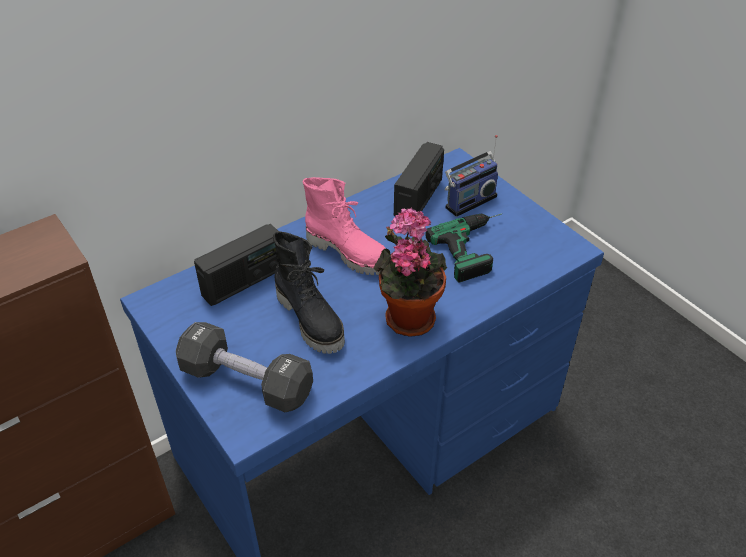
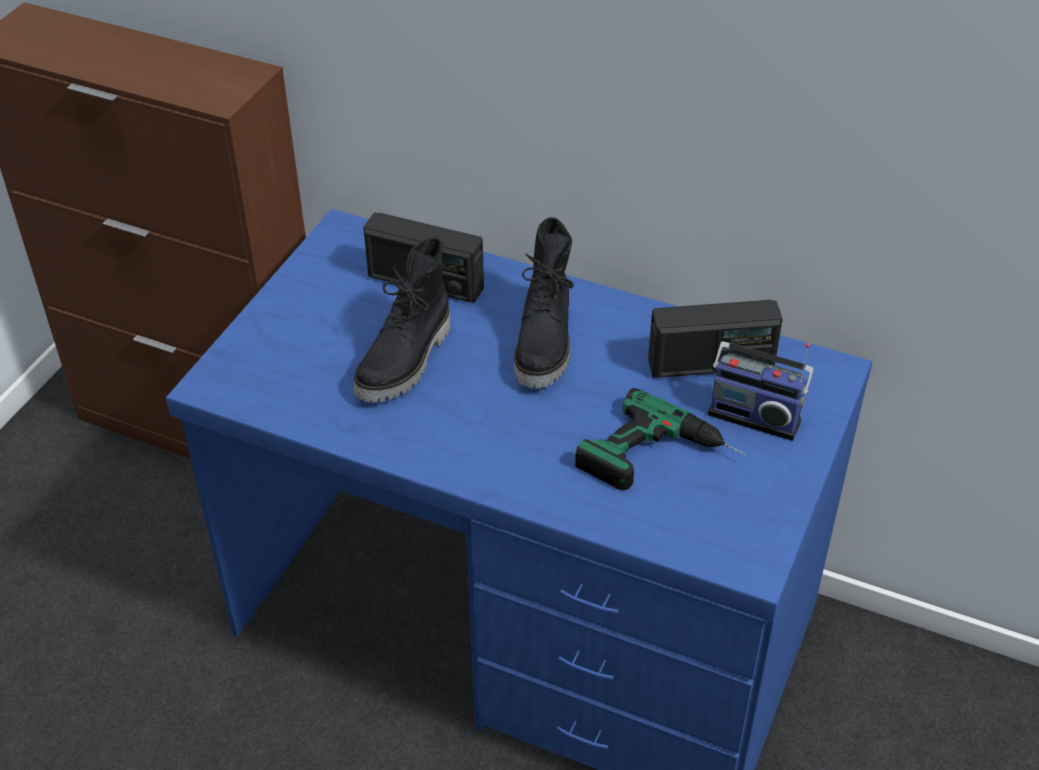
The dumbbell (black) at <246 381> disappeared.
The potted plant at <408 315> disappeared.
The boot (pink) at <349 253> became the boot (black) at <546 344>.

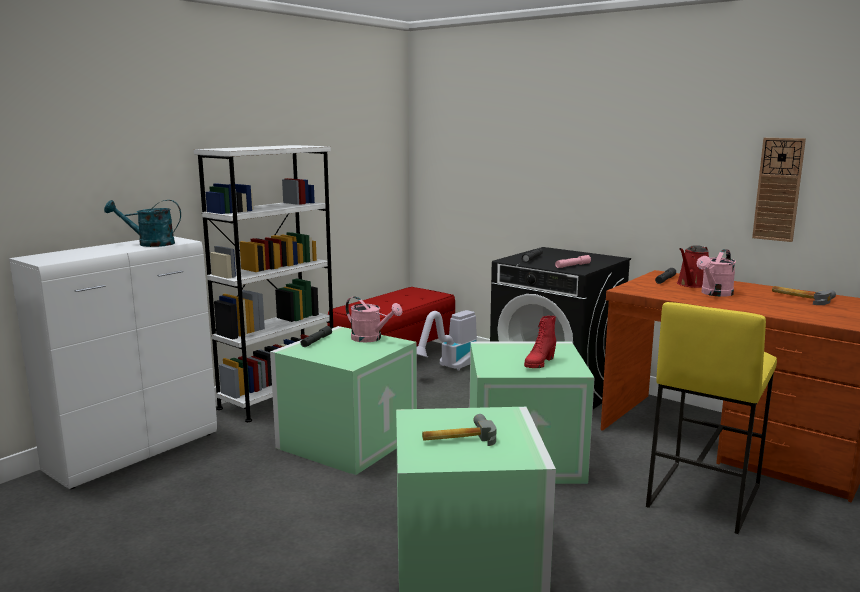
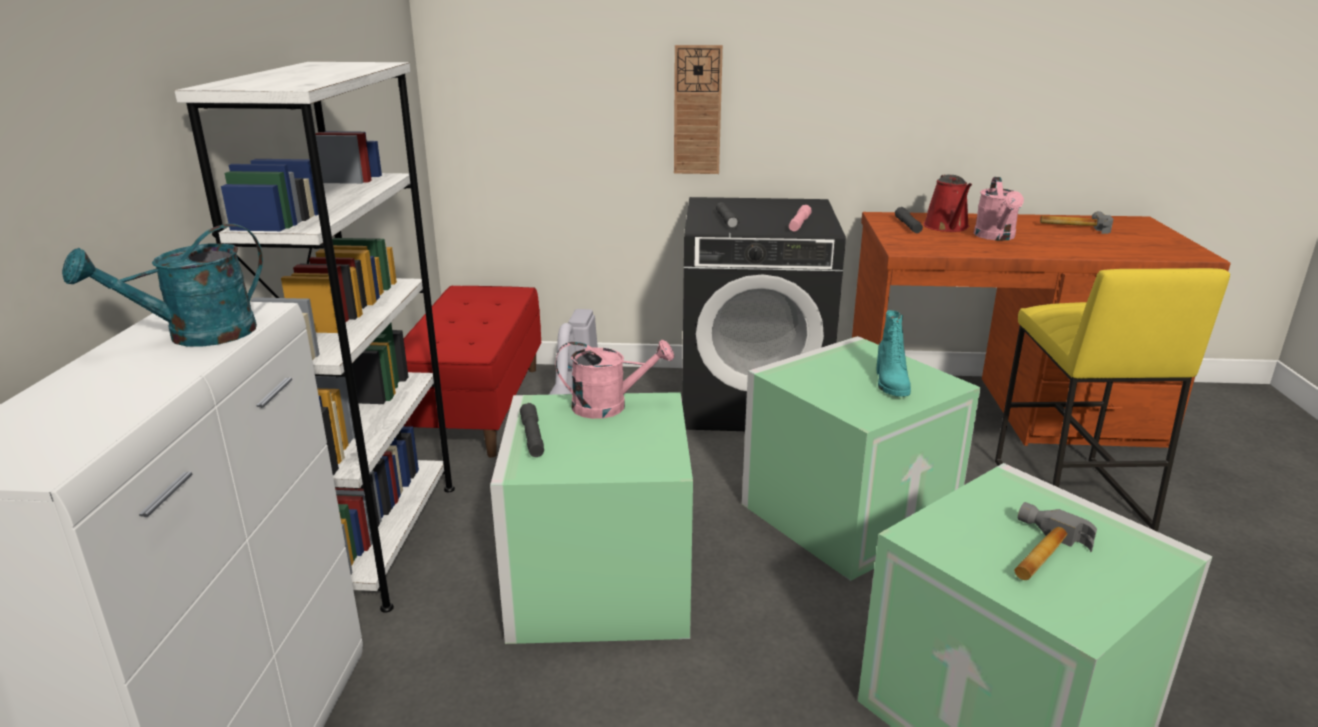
The wall clock moved from <778 189> to <697 110>.
The boot (red) at <539 363> became the boot (turquoise) at <890 384>.

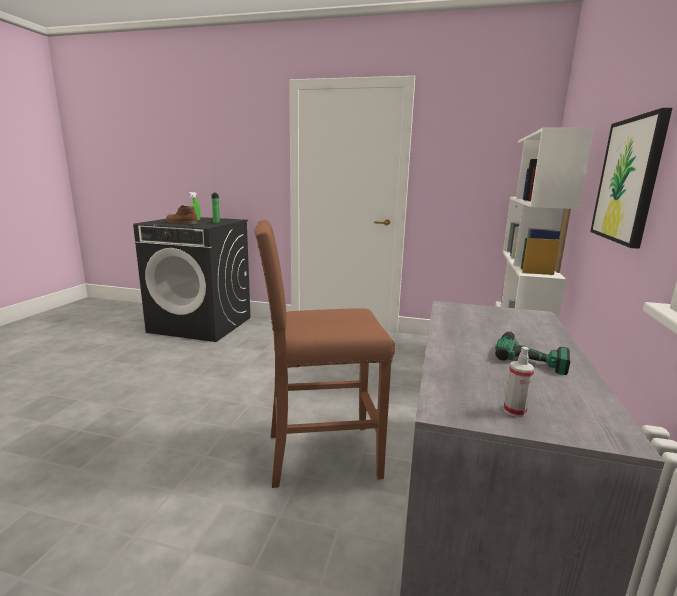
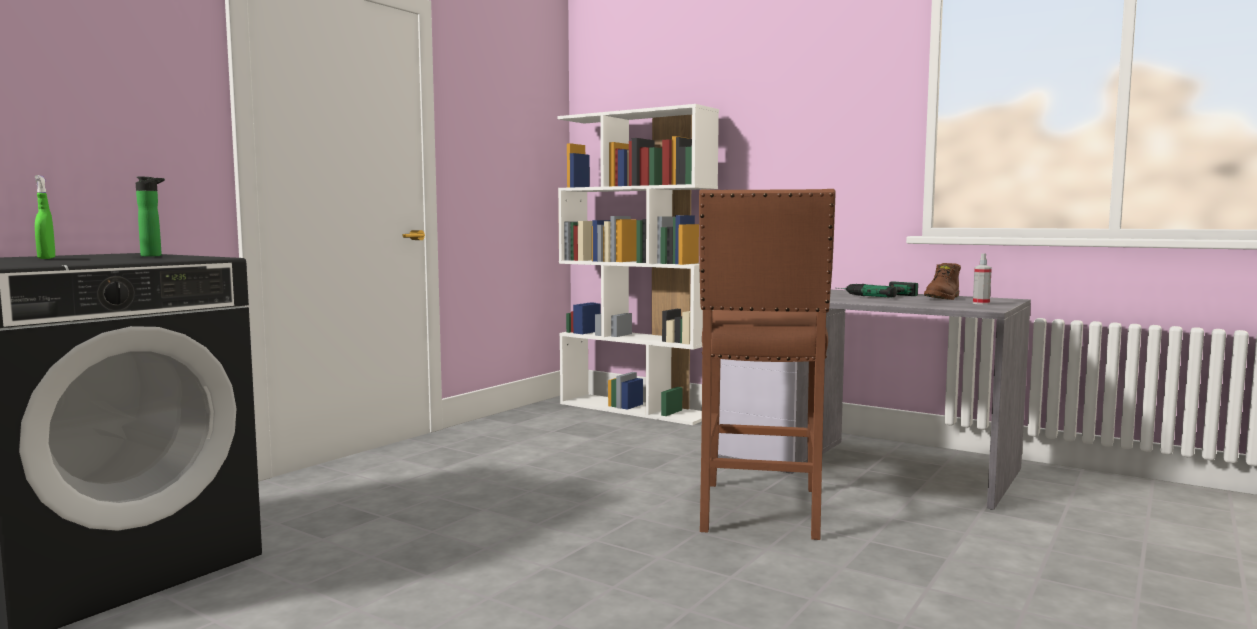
The picture at <628 180> disappeared.
The boot (brown) moved from <181 223> to <943 298>.

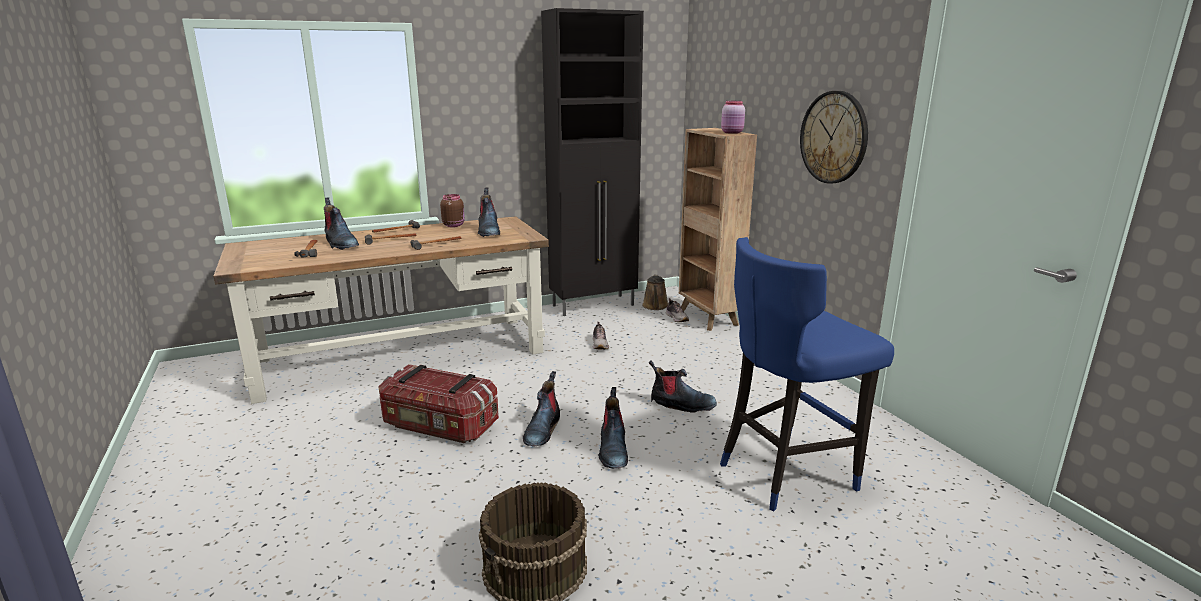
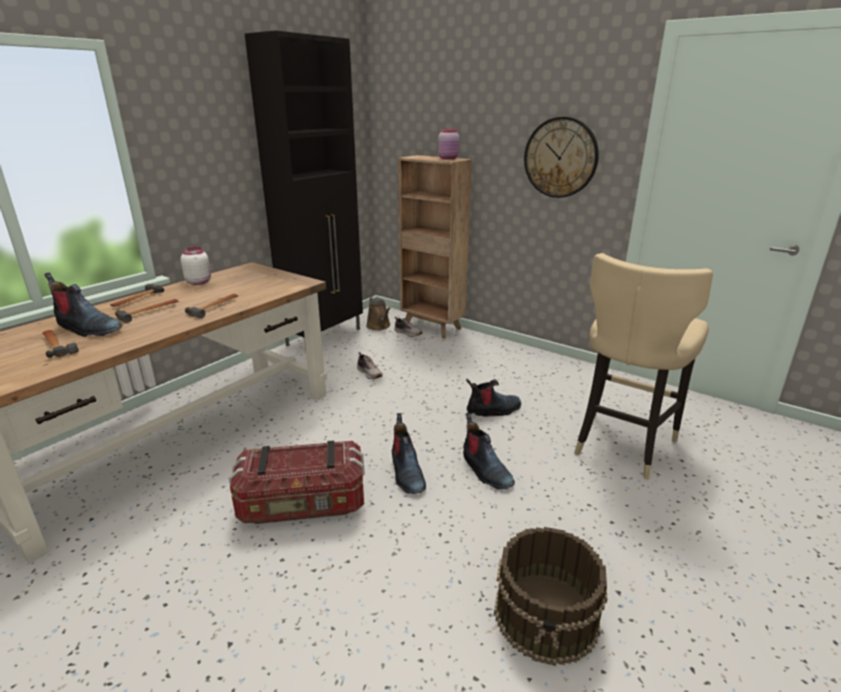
The boot at <488 231> disappeared.
The jar (brown) at <454 225> became the jar (white) at <199 282>.
The stool (blue) at <786 473> became the stool (beige) at <622 444>.

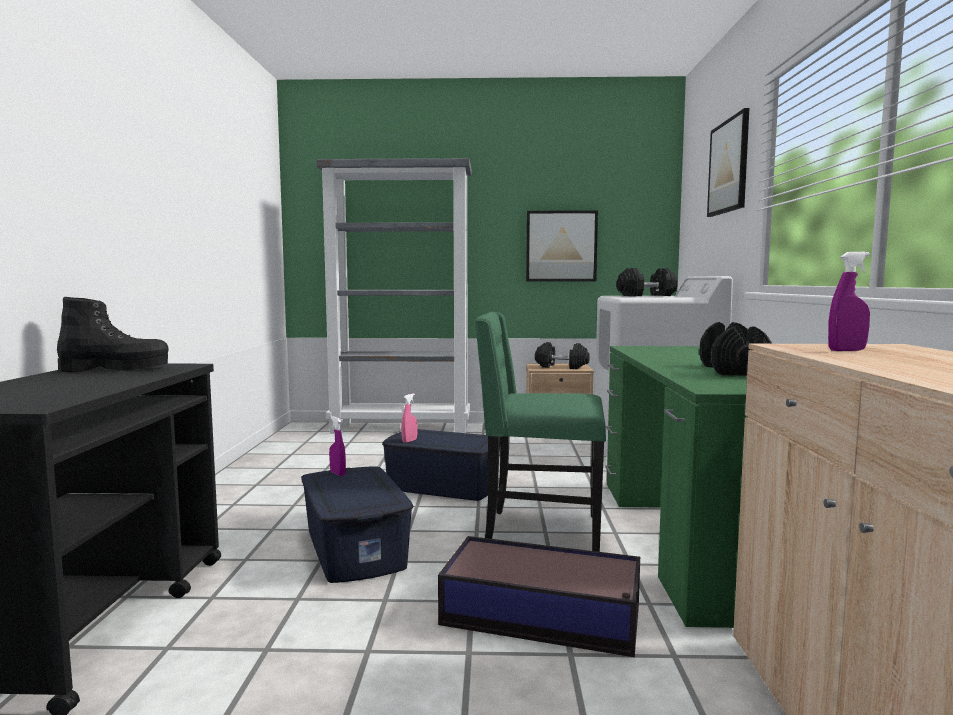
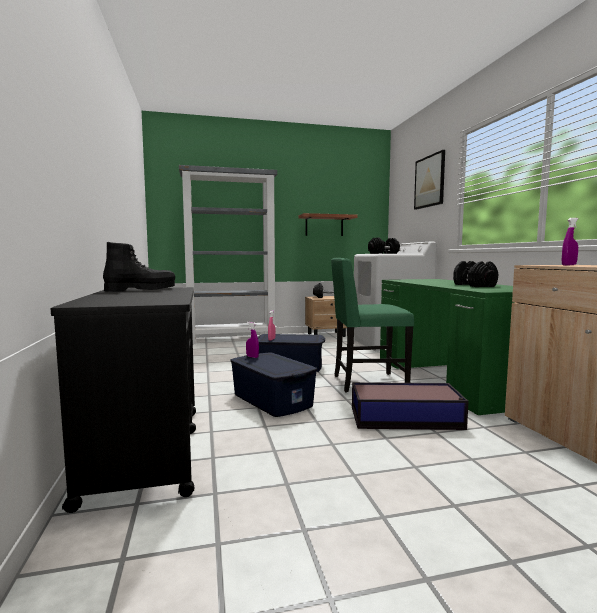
The picture at <561 246> was replaced by the shelf at <324 226>.

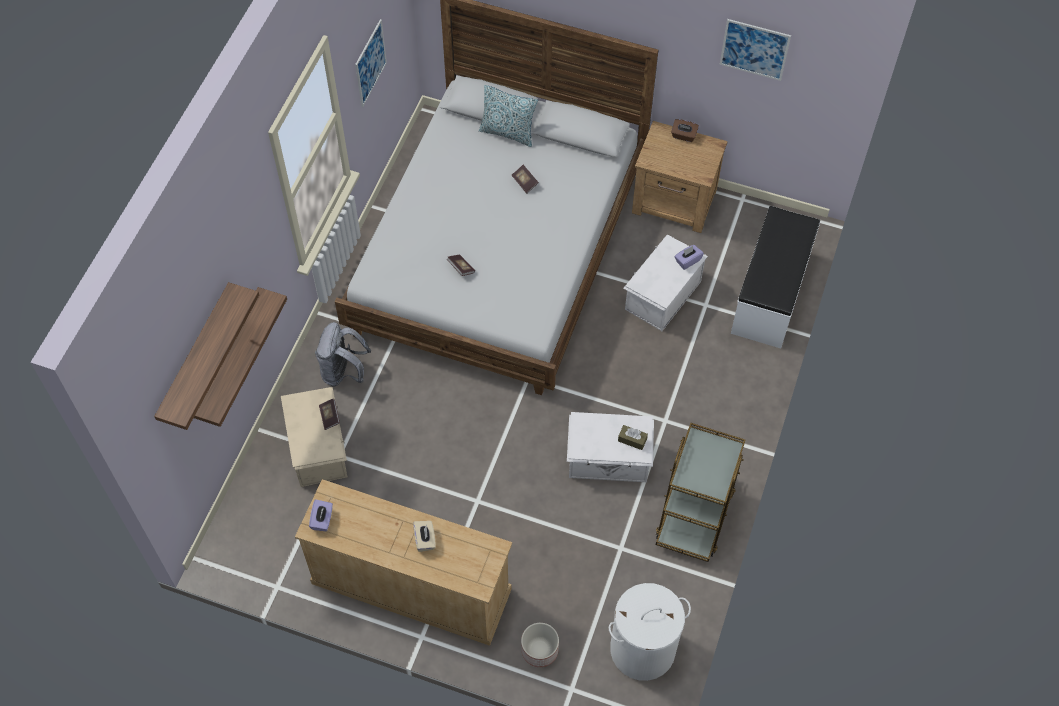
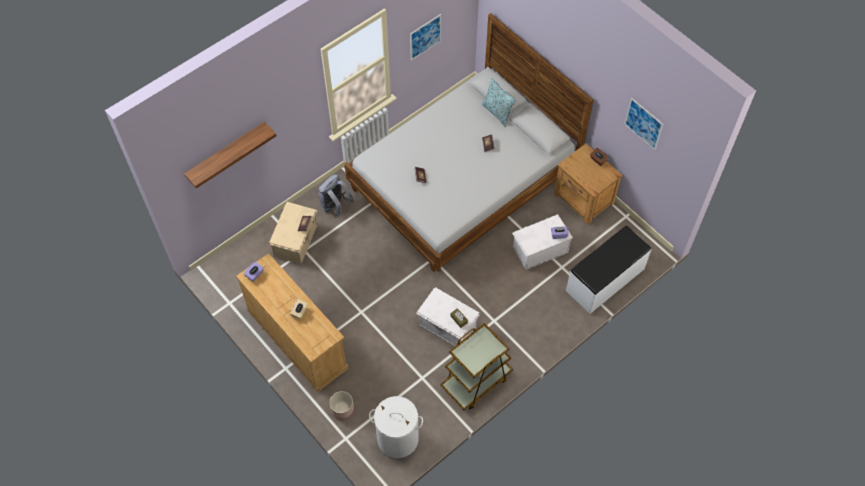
The shelf at <227 358> disappeared.

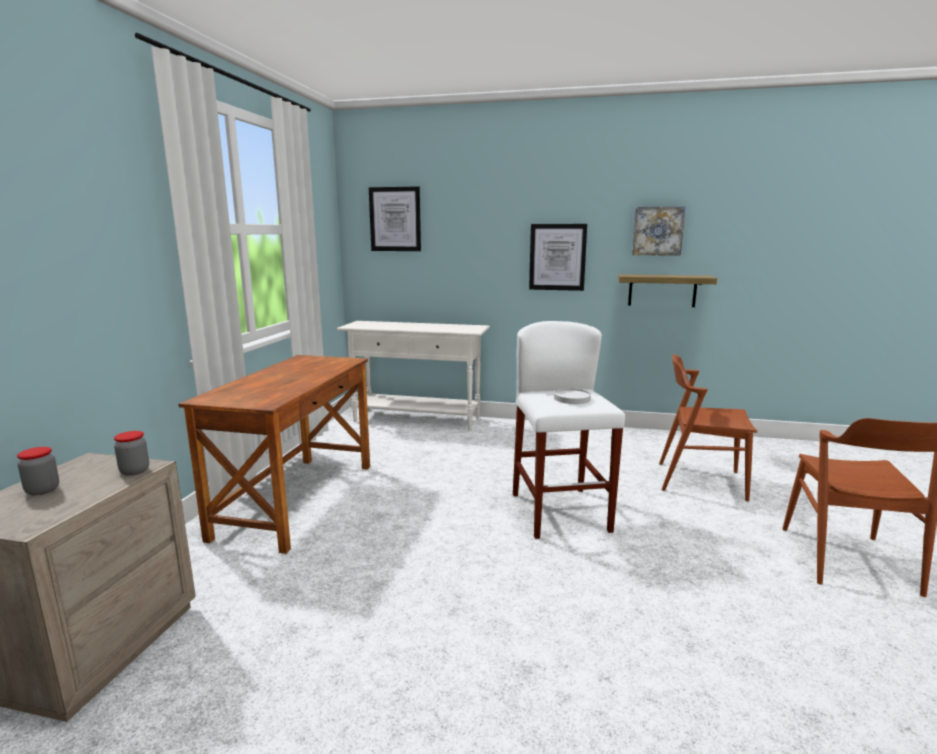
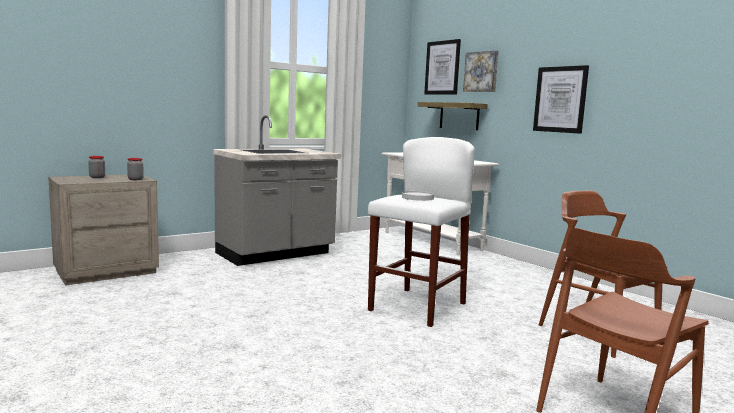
The shelf moved from <662 290> to <459 116>.
The picture moved from <657 231> to <481 71>.
The desk (brown) at <297 499> was replaced by the counter (grey) at <276 254>.

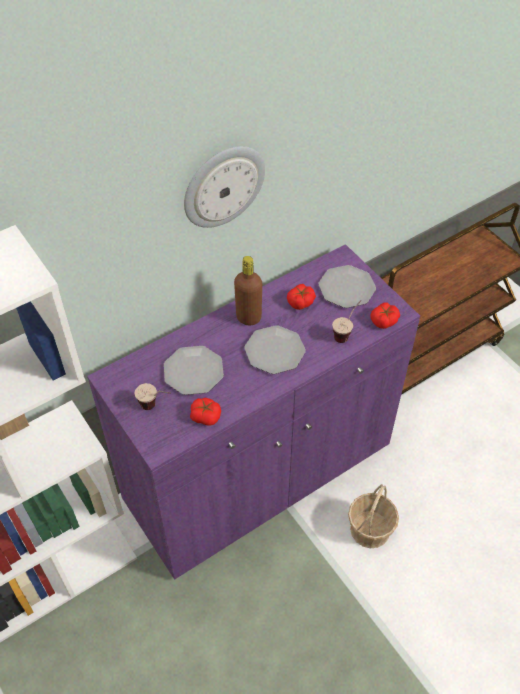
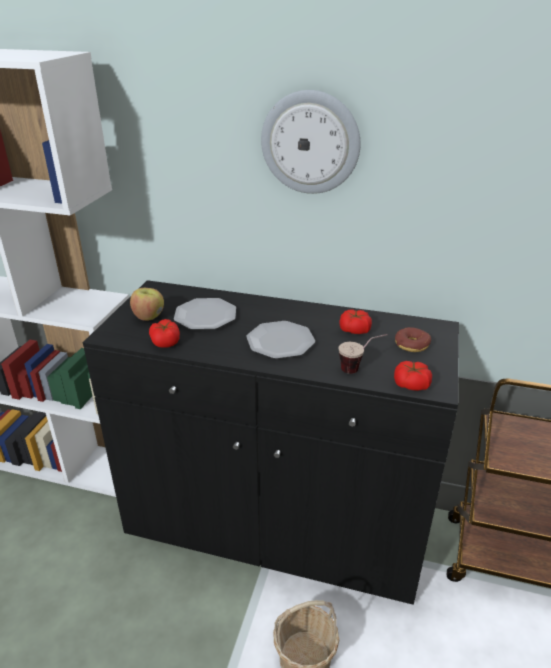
The bottle (brown) at <248 317> disappeared.
The cup at <156 407> was replaced by the apple at <149 316>.
The plate at <346 288> was replaced by the donut at <411 345>.
The cabinet (purple) at <259 473> became the cabinet (black) at <275 524>.

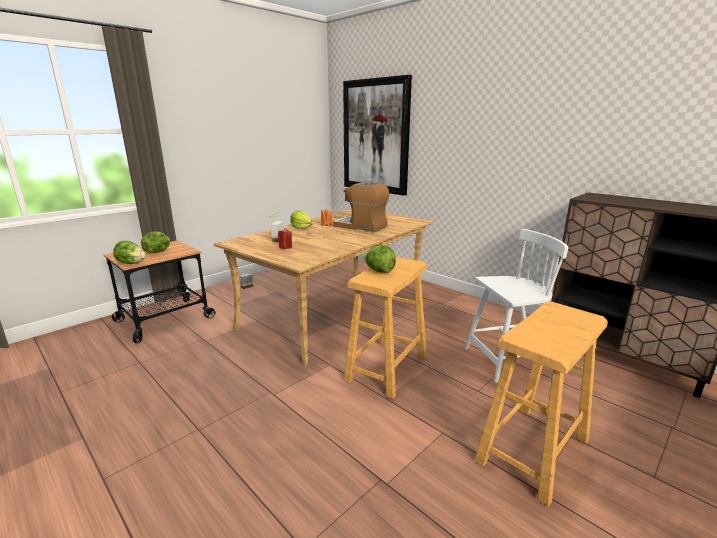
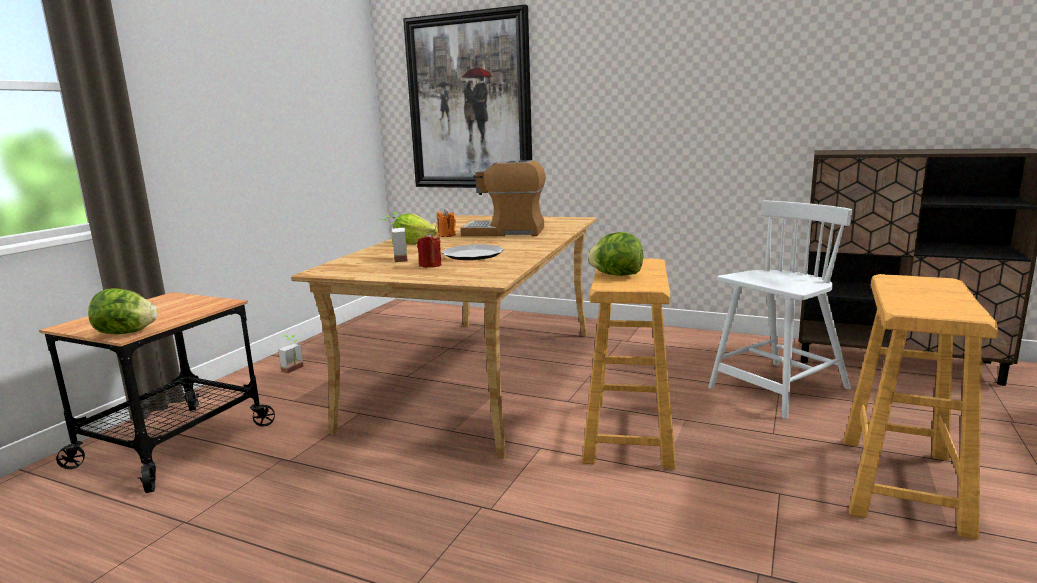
The lettuce at <158 252> disappeared.
The plate at <473 255> appeared.

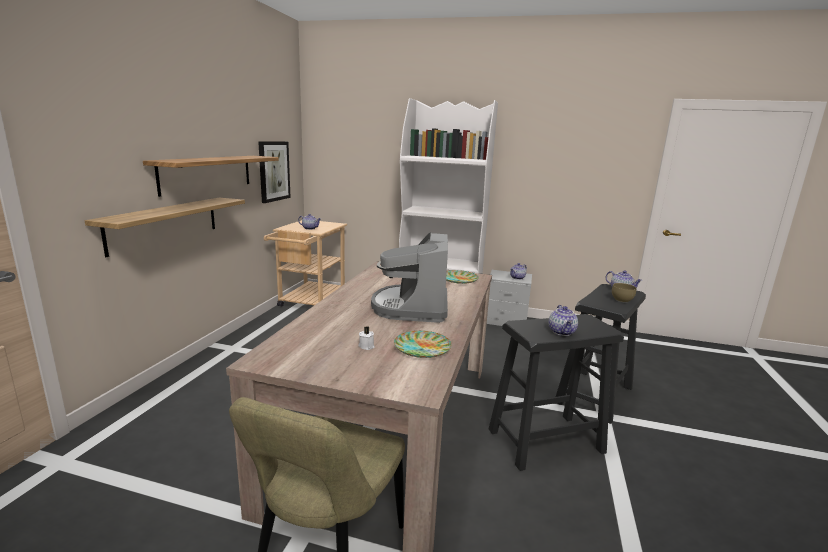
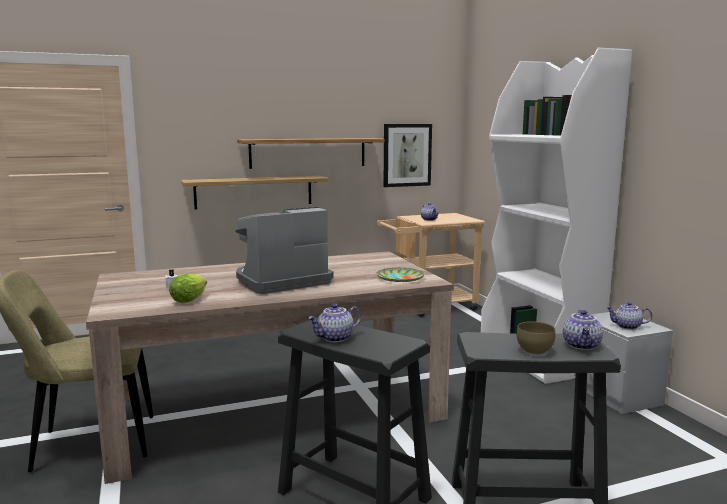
The plate at <422 348> was replaced by the lettuce at <190 300>.

